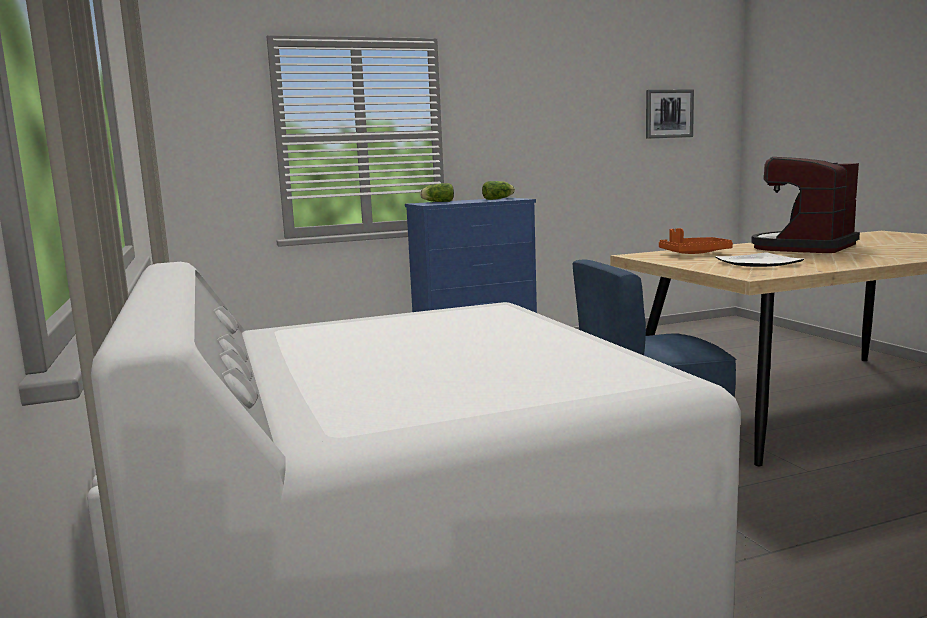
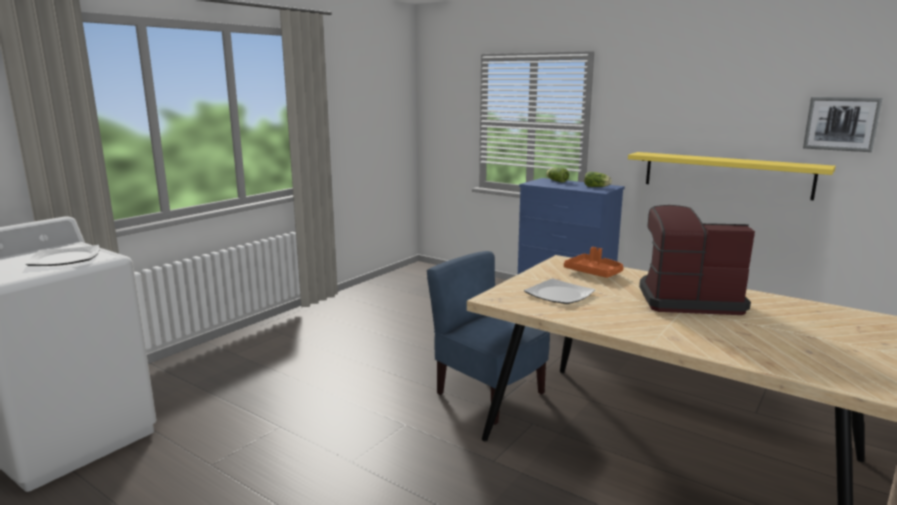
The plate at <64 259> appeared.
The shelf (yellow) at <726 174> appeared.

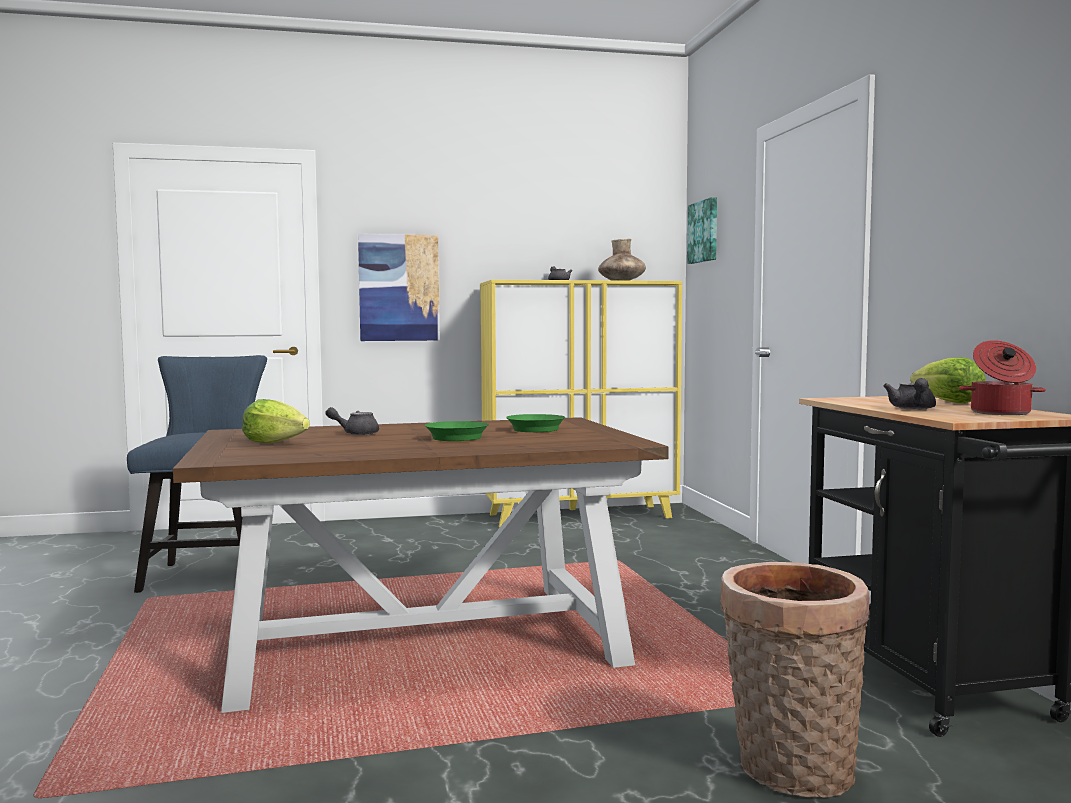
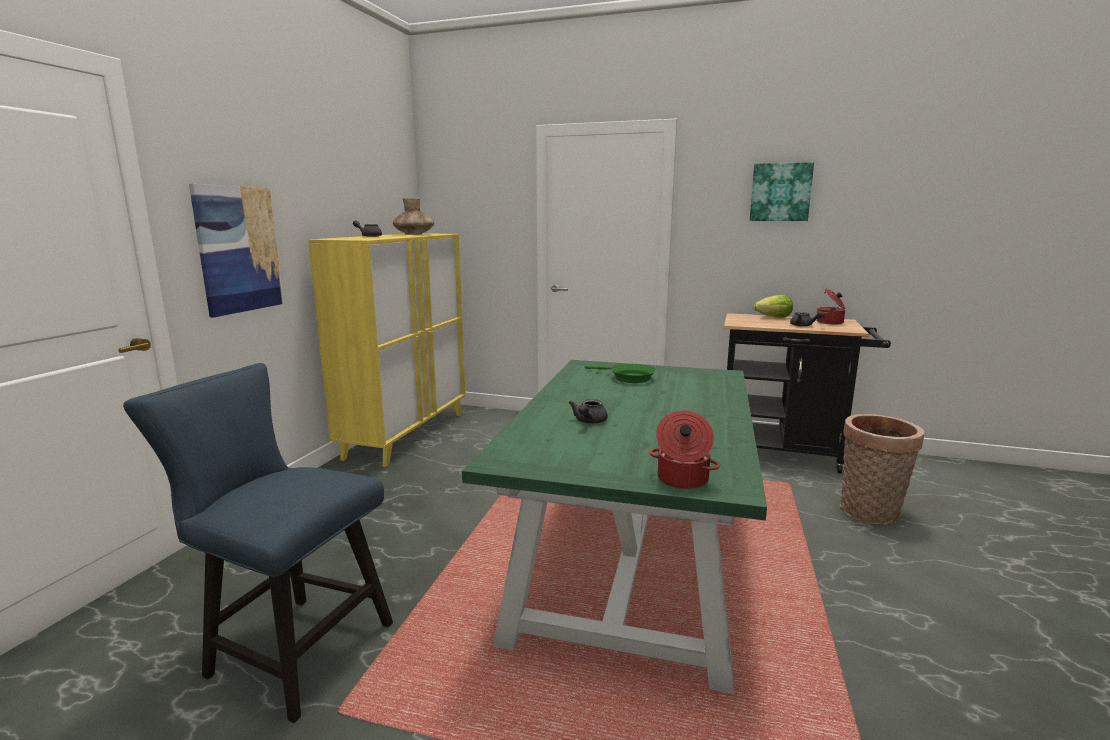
The lettuce at <274 443> disappeared.
The frying pan (green) at <457 437> disappeared.
The cooking pot at <682 480> appeared.
The picture moved from <704 231> to <780 192>.
The dining table (brown) at <421 641> became the dining table (green) at <632 565>.

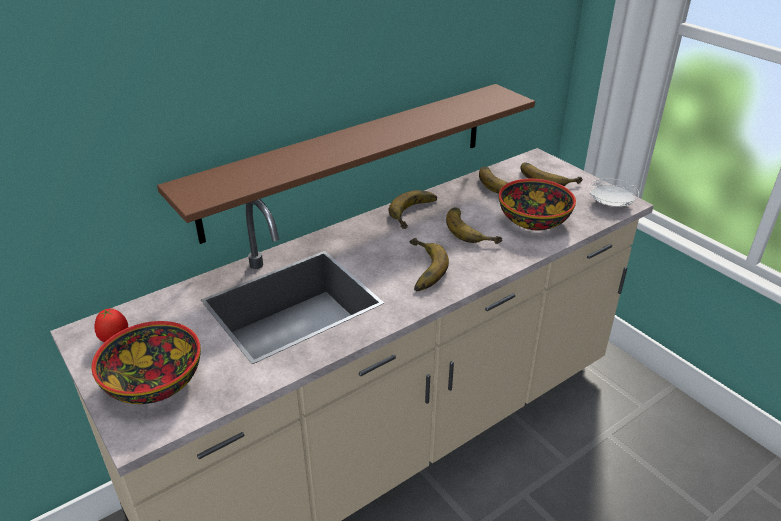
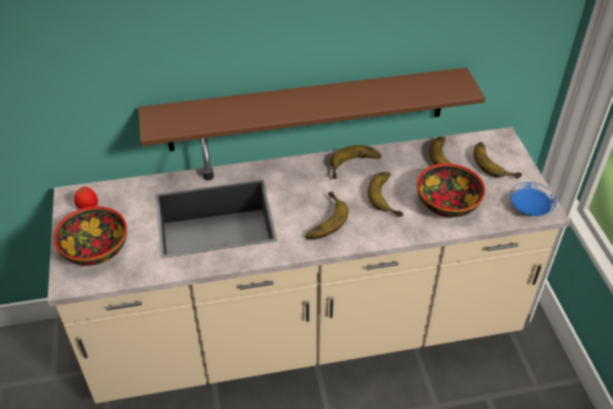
The plate (white) at <610 204> became the plate (blue) at <529 208>.

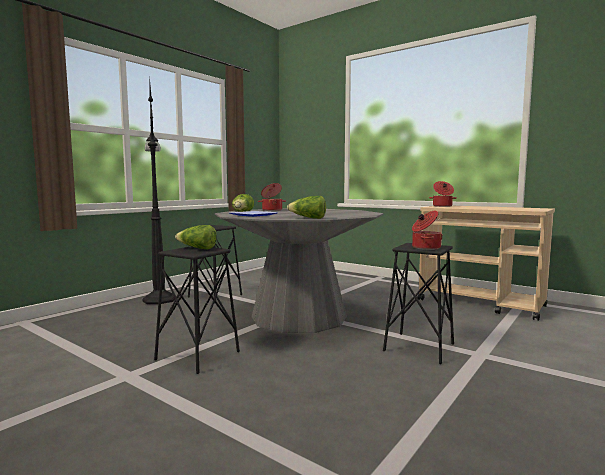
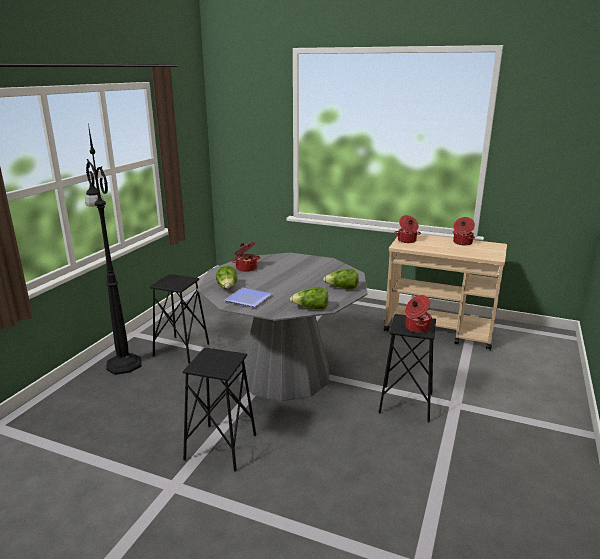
The cooking pot at <462 243> appeared.
The lettuce moved from <197 248> to <342 288>.

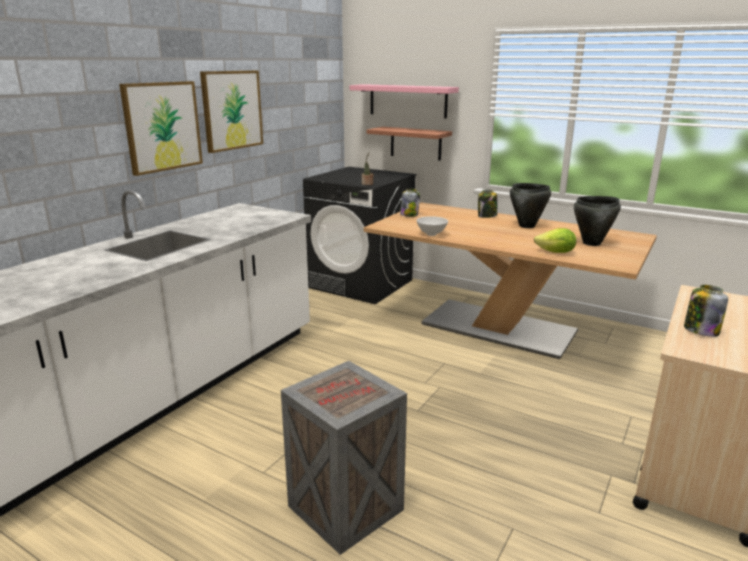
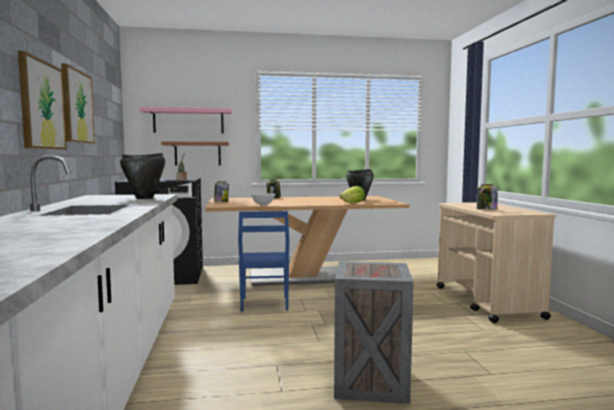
The chair (blue) at <263 304> appeared.
The cooking pot (black) moved from <527 226> to <144 198>.

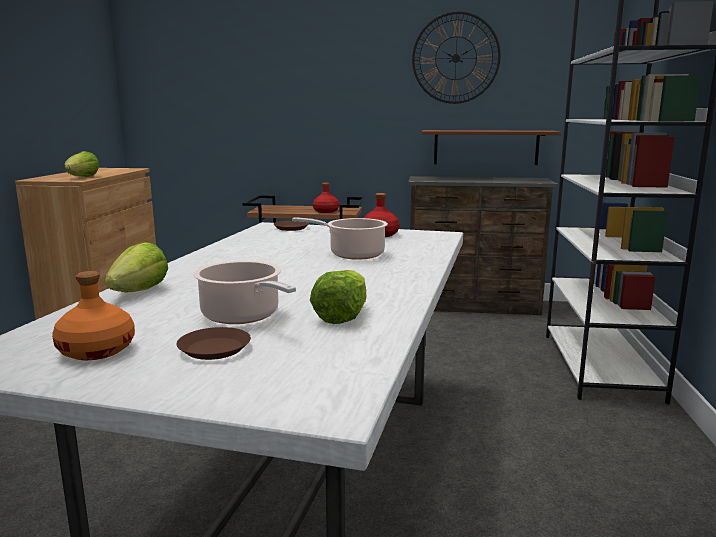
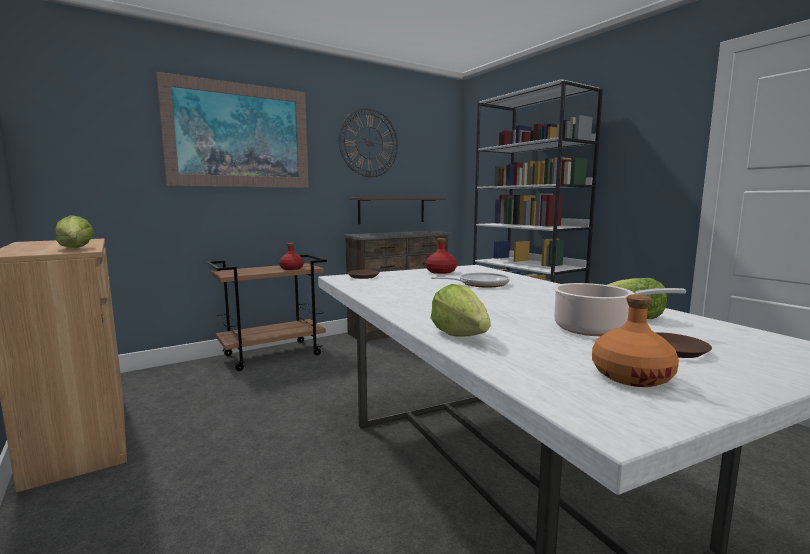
The picture at <239 136> appeared.
The cooking pot at <353 254> was replaced by the frying pan at <479 284>.

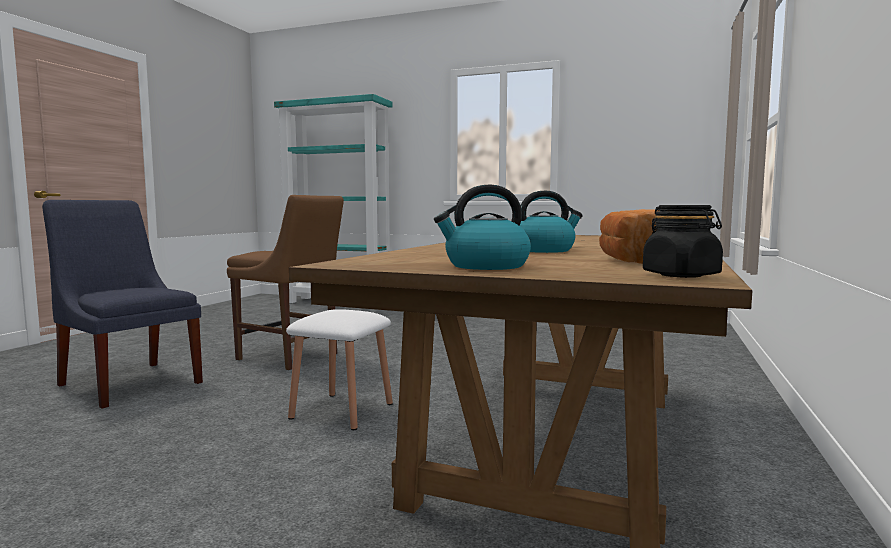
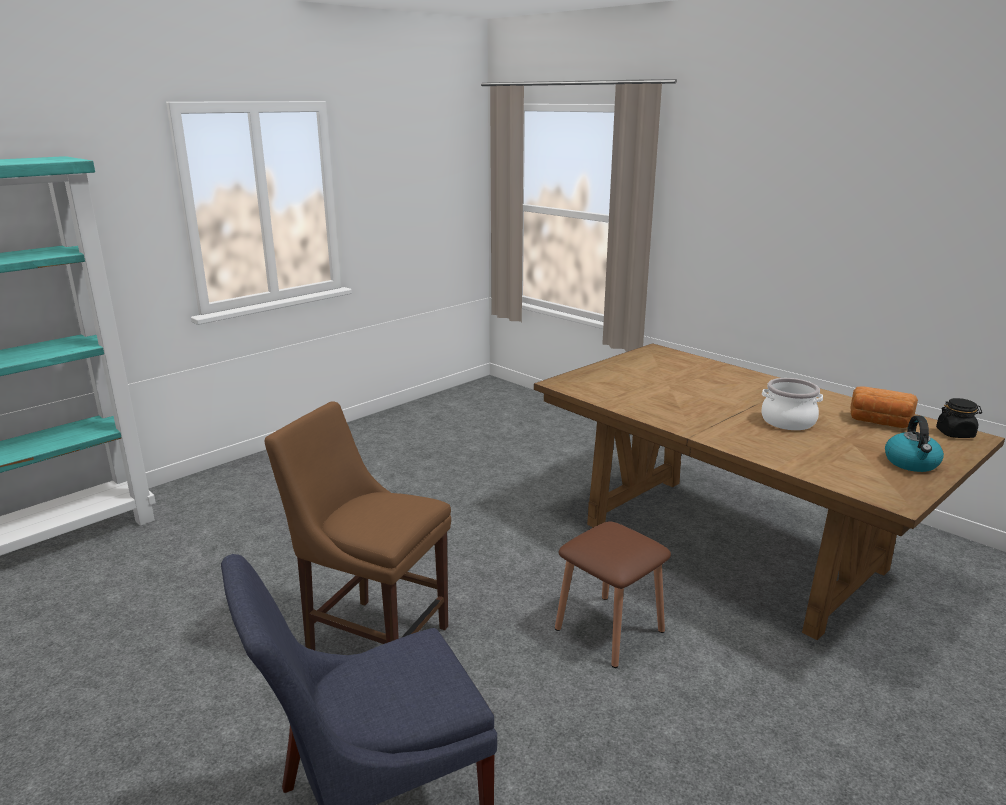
The kettle at <544 250> was replaced by the cooking pot at <788 422>.
The stool (white) at <342 411> became the stool (brown) at <609 630>.
The chair (brown) at <290 357> turned 120 degrees counterclockwise.

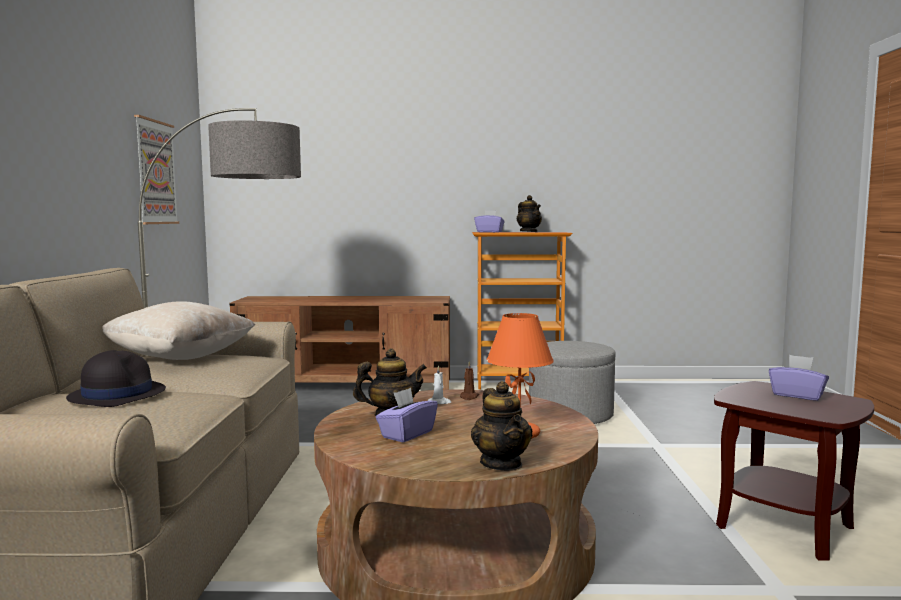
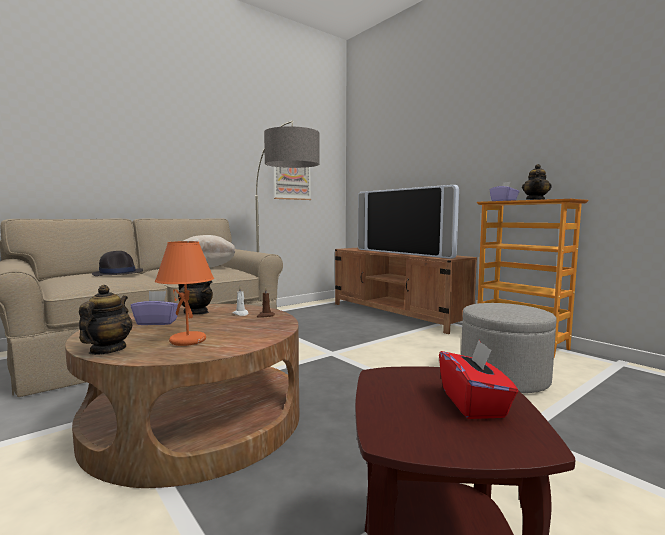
The television at <403 253> appeared.
The tissue box (purple) at <797 395> became the tissue box (red) at <474 404>.
The teapot at <501 463> turned 150 degrees clockwise.

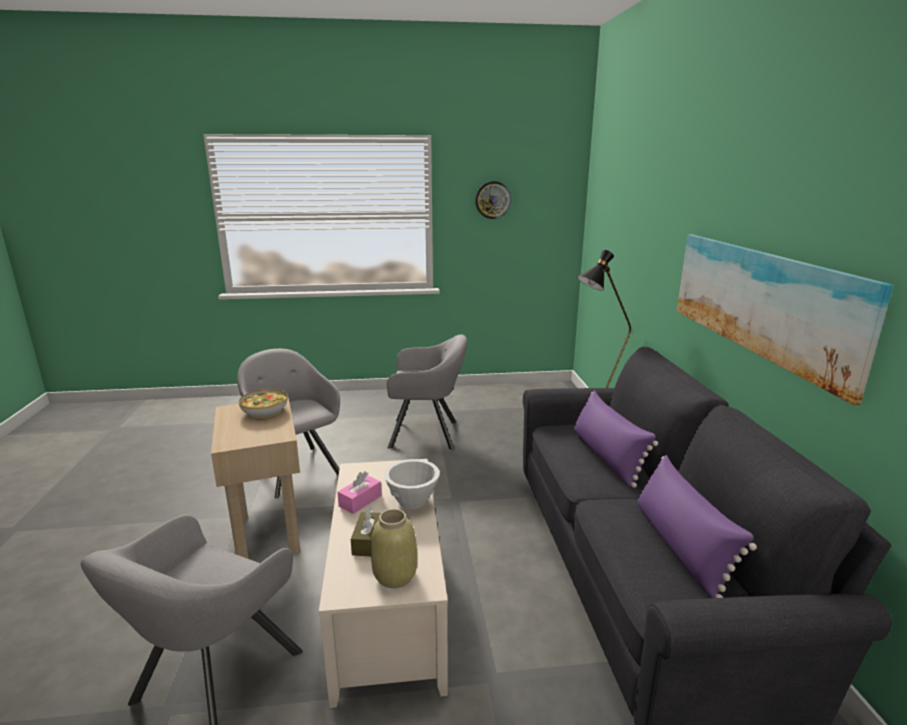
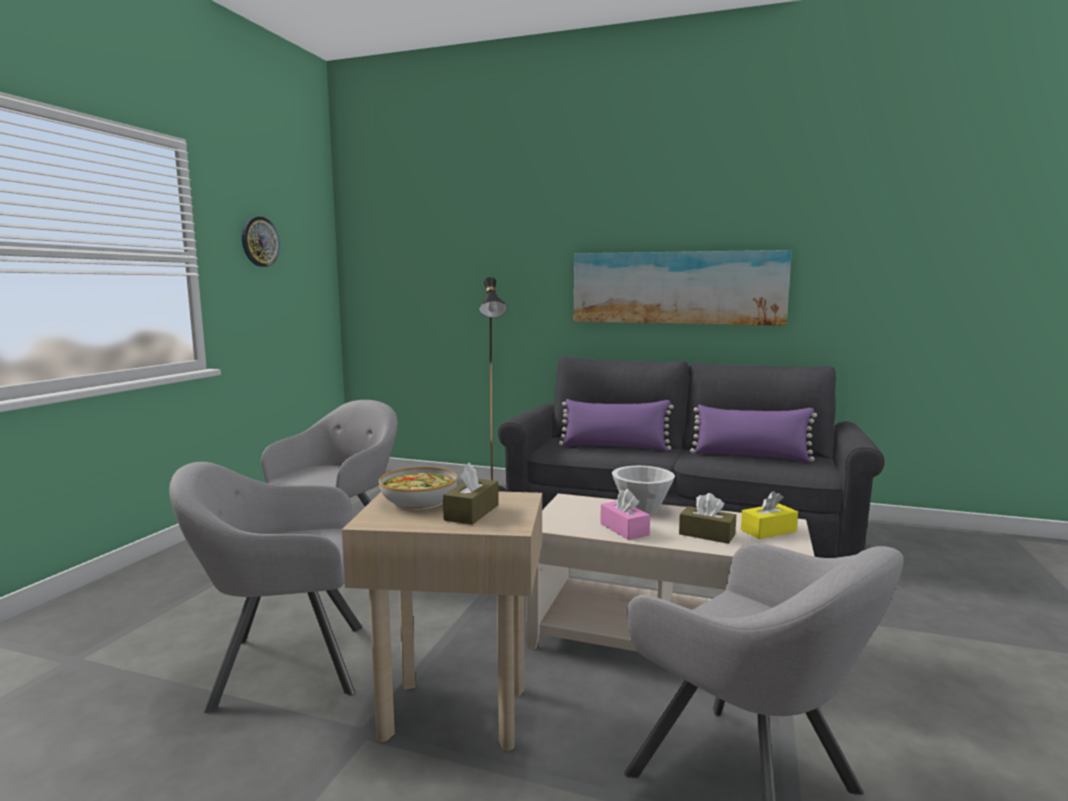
The tissue box (brown) at <471 512> appeared.
The vase (beige) at <395 576> was replaced by the tissue box (yellow) at <768 531>.

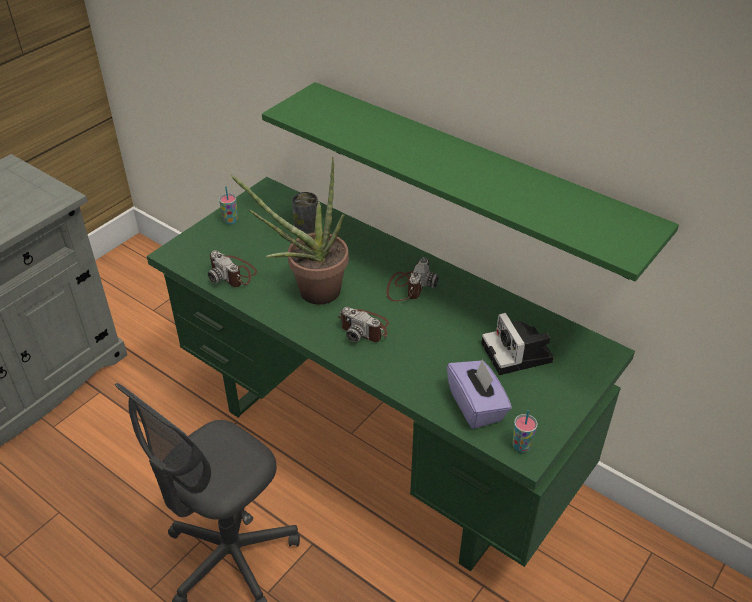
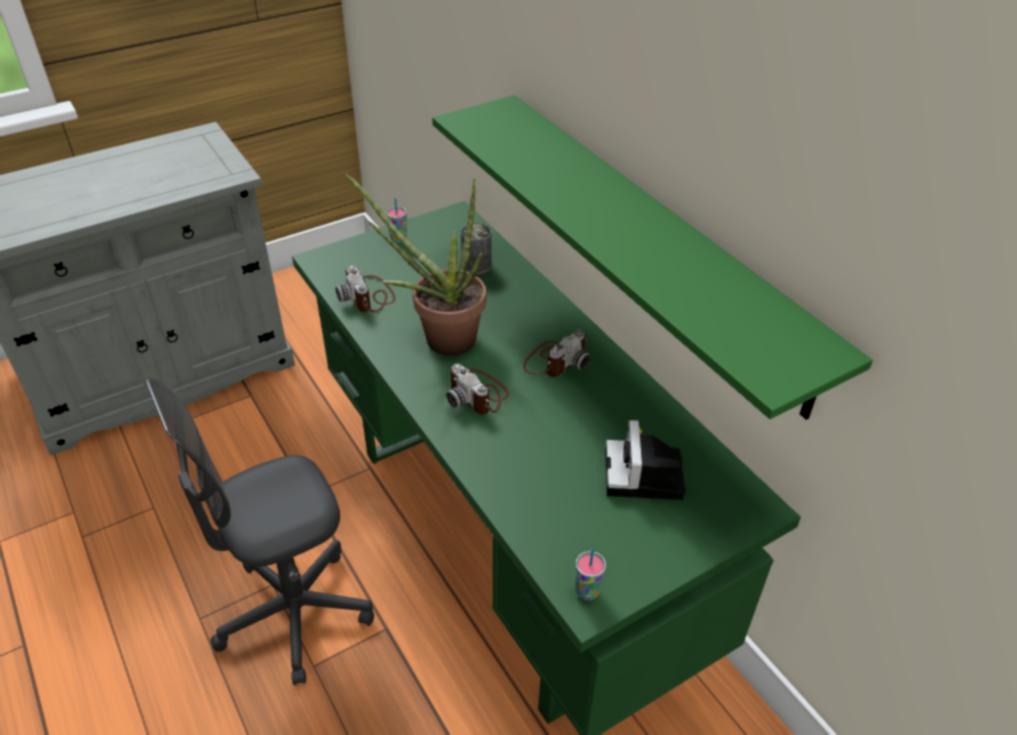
The tissue box (purple) at <476 406> disappeared.

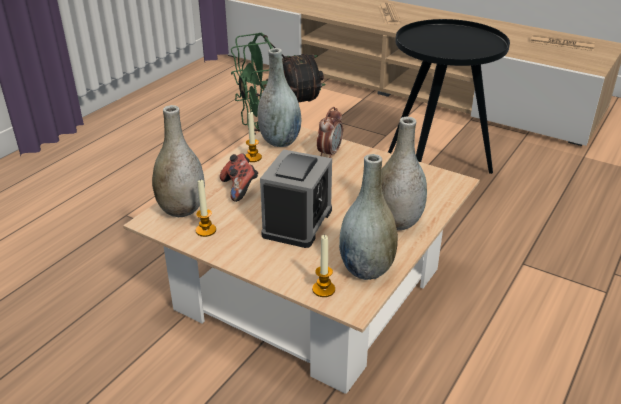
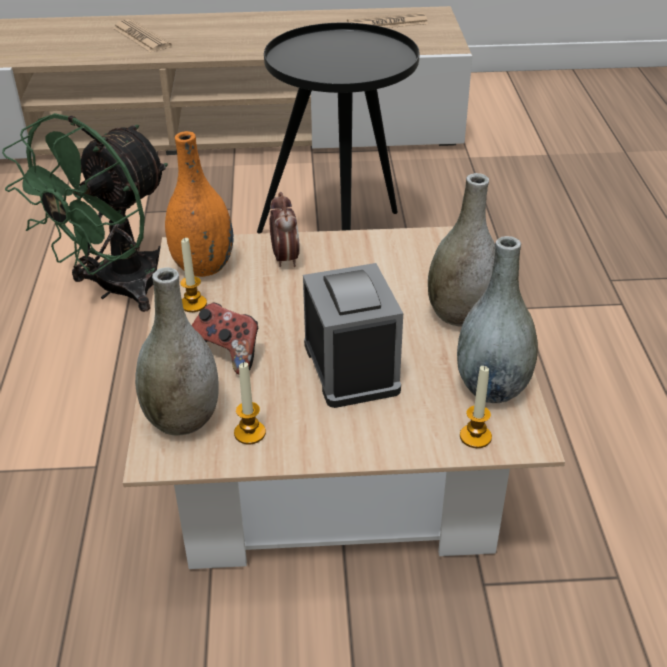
The vase (grey) at <280 141> became the vase (orange) at <203 267>.

